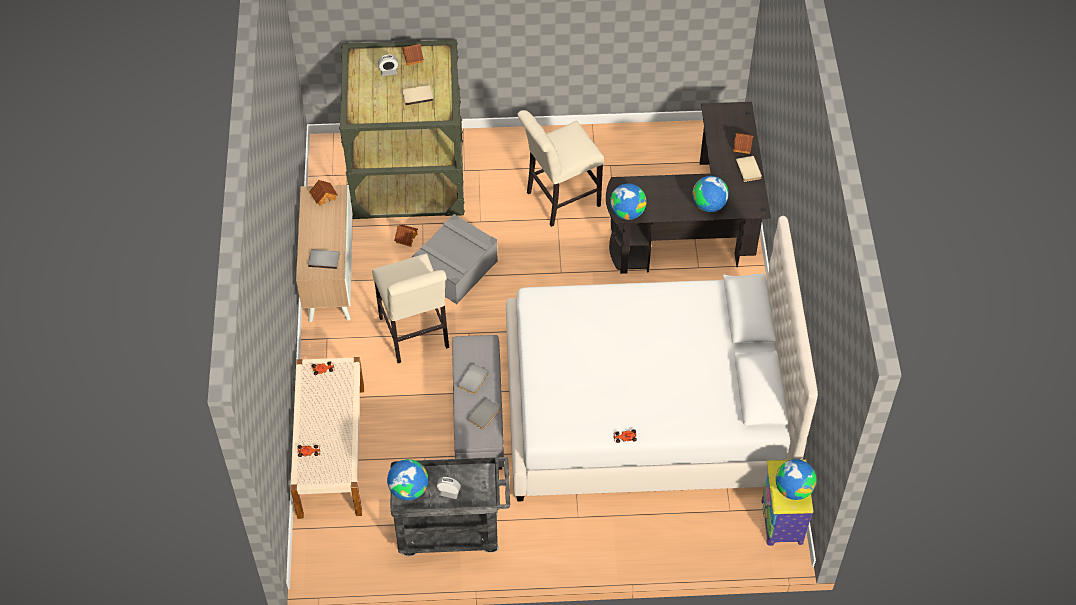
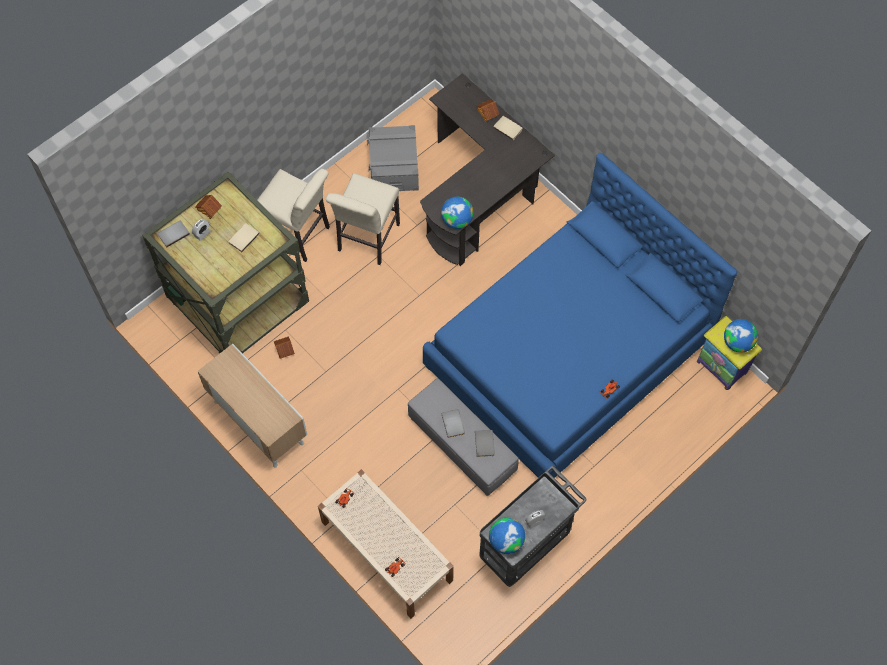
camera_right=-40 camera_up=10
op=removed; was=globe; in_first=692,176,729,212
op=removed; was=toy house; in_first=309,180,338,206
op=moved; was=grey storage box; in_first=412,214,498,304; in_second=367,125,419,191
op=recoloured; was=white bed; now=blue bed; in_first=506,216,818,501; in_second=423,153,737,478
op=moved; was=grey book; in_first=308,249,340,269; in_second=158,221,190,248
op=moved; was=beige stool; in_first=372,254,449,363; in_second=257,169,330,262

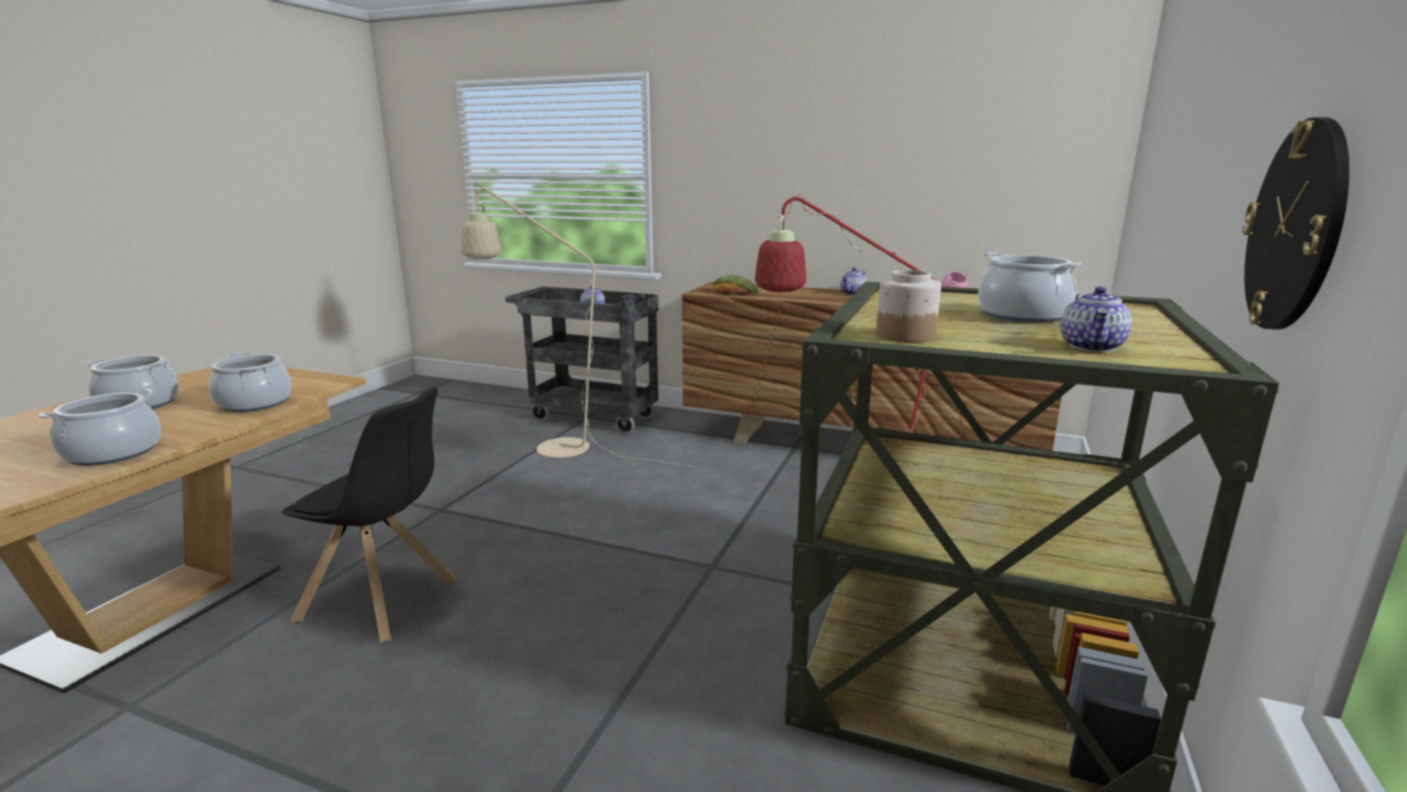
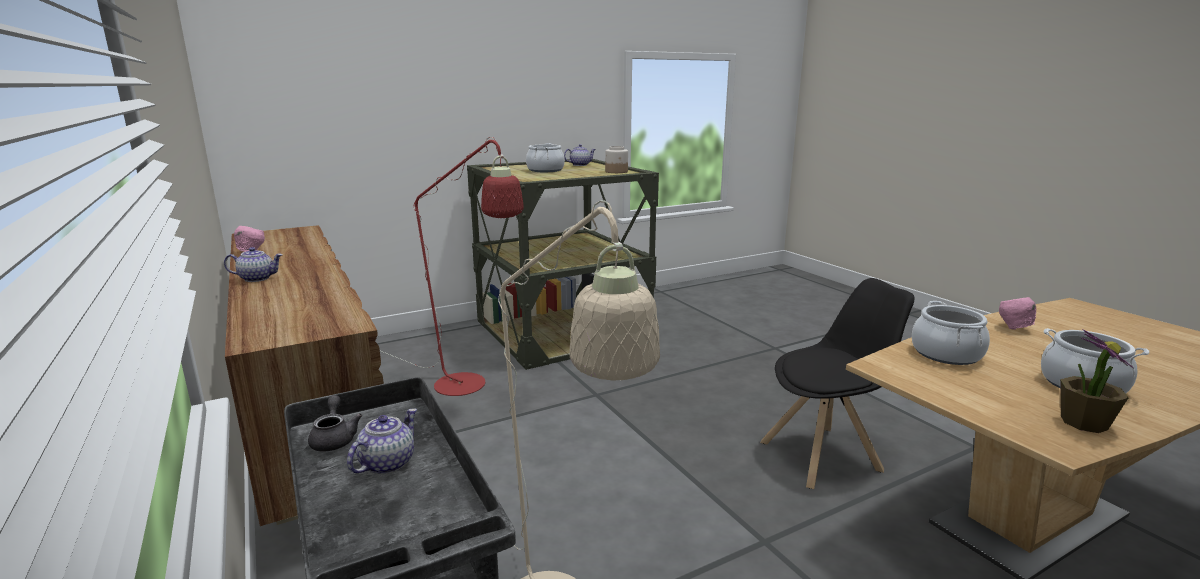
camera_right=-140 camera_up=0
op=removed; was=wall clock; in_first=1242,117,1350,330
op=removed; was=bread; in_first=713,274,759,295
op=turned; was=black chair; in_first=282,387,457,643; in_second=760,278,915,489; clockwise=105
op=replaced; was=cooking pot; now=pink bowl; in_first=38,389,161,466; in_second=999,297,1036,330
op=added; now=potted plant; in_second=1060,329,1133,433

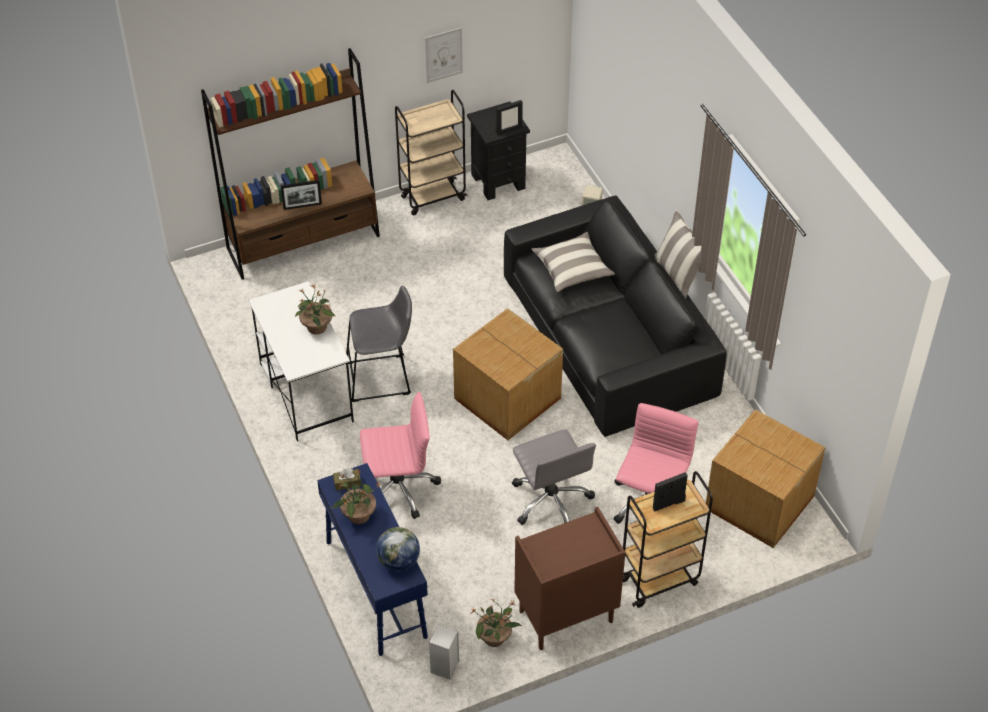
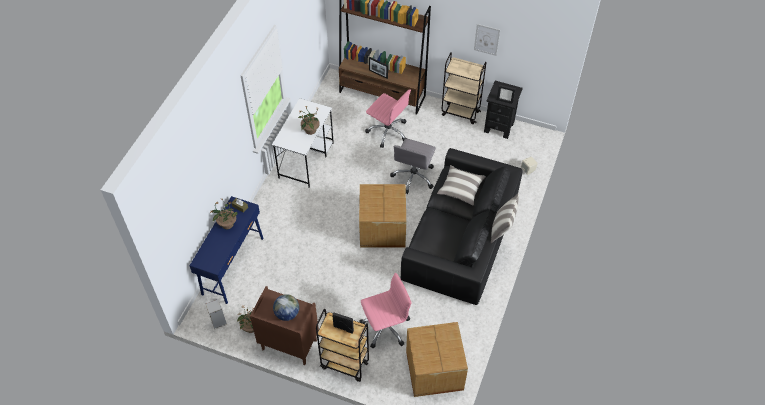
camera_right=45 camera_up=5
op=removed; was=grey stool; in_first=346,286,412,402
op=moved; was=pink office chair; in_first=360,392,441,519; in_second=365,90,411,148
op=moved; was=grey office chair; in_first=512,429,596,525; in_second=390,139,436,194
op=moved; was=globe; in_first=376,527,420,571; in_second=273,294,299,321

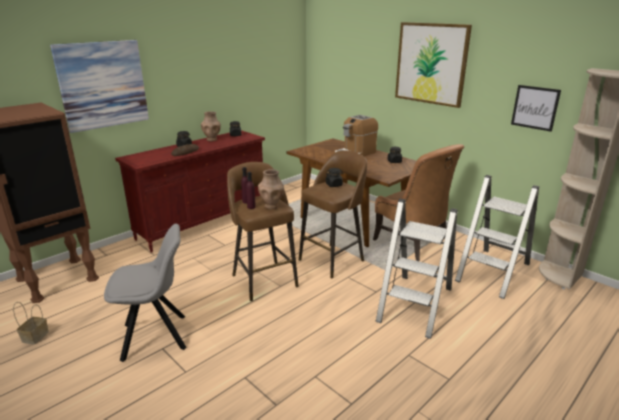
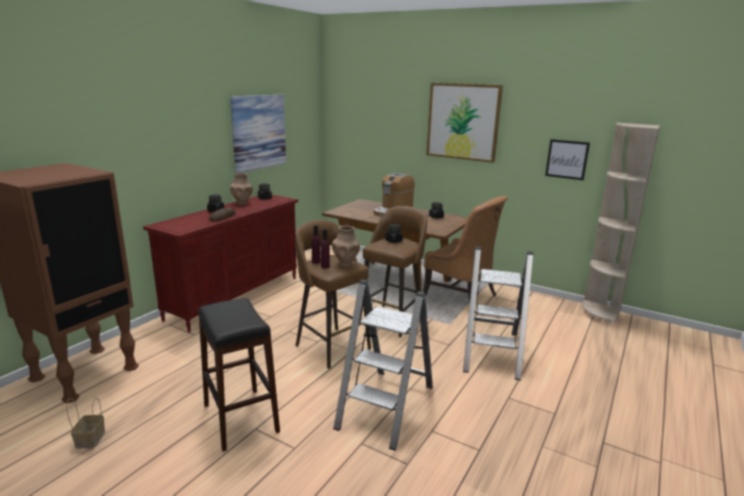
camera_right=-15 camera_up=-5
op=moved; was=picture; in_first=50,40,149,133; in_second=230,94,286,173
op=moved; was=grey step ladder; in_first=455,175,539,299; in_second=333,279,433,451
op=replaced; was=grey chair; now=black stool; in_first=104,224,187,362; in_second=198,298,280,452

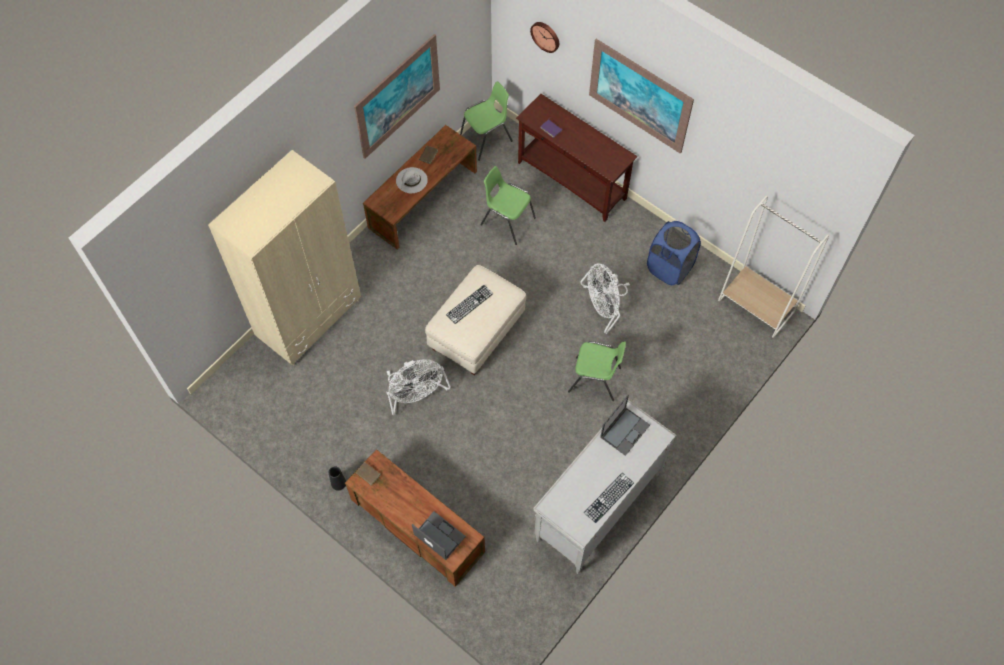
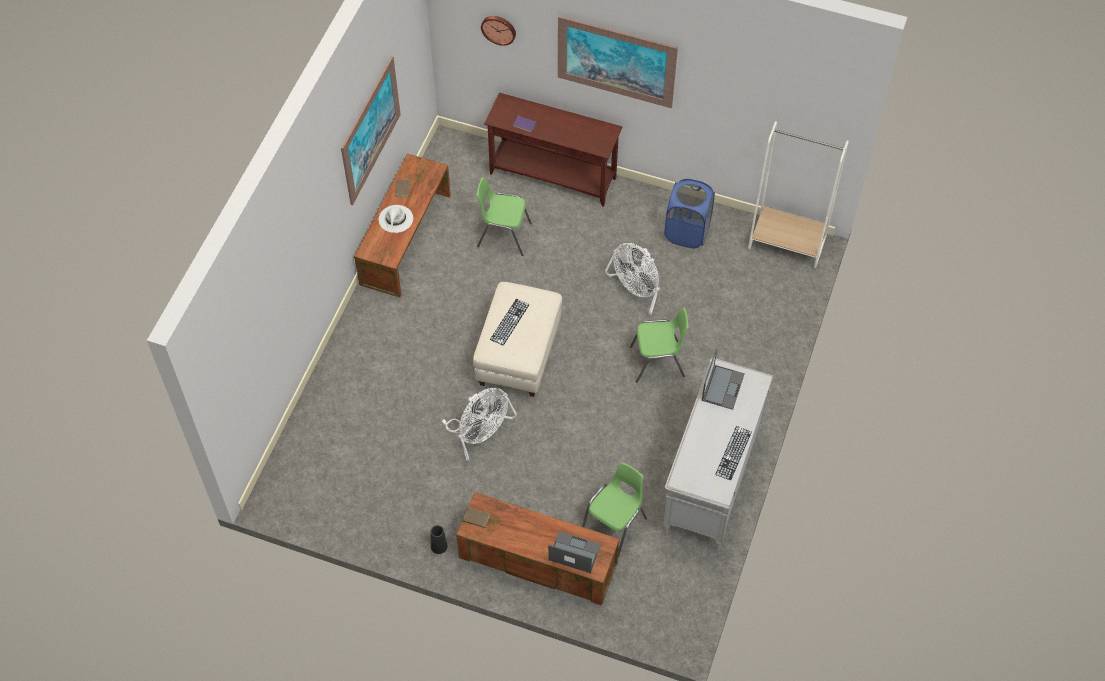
camera_right=-20 camera_up=-5
op=moved; was=green chair; in_first=460,81,513,161; in_second=582,462,647,557
op=removed; was=beige wardrobe; in_first=208,150,361,365

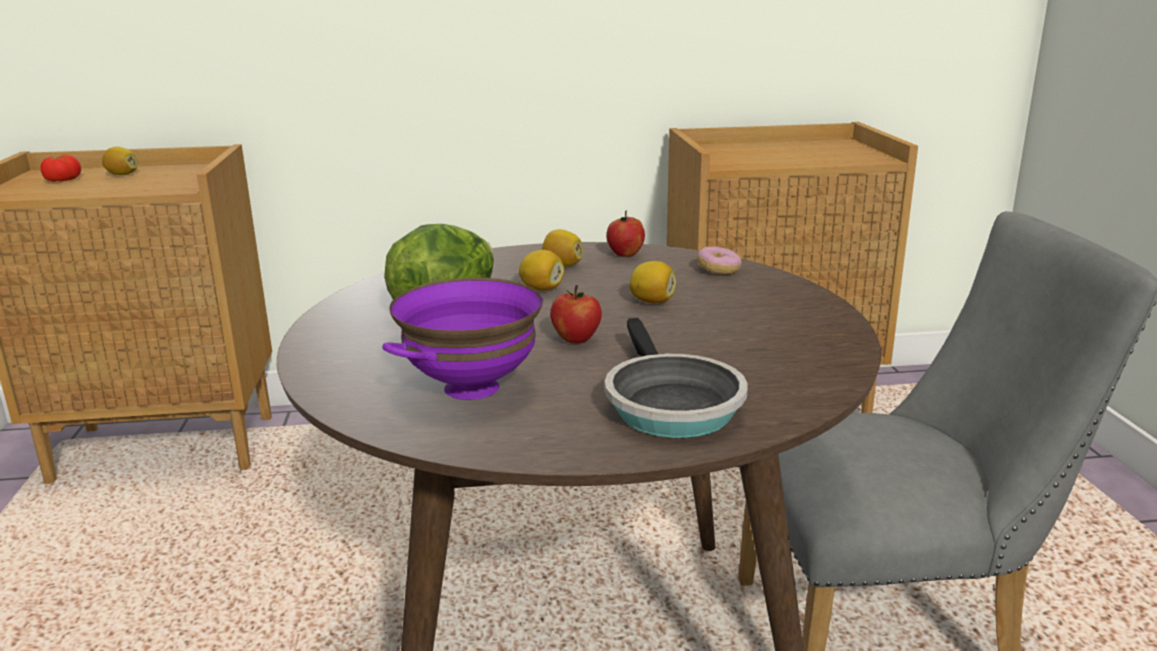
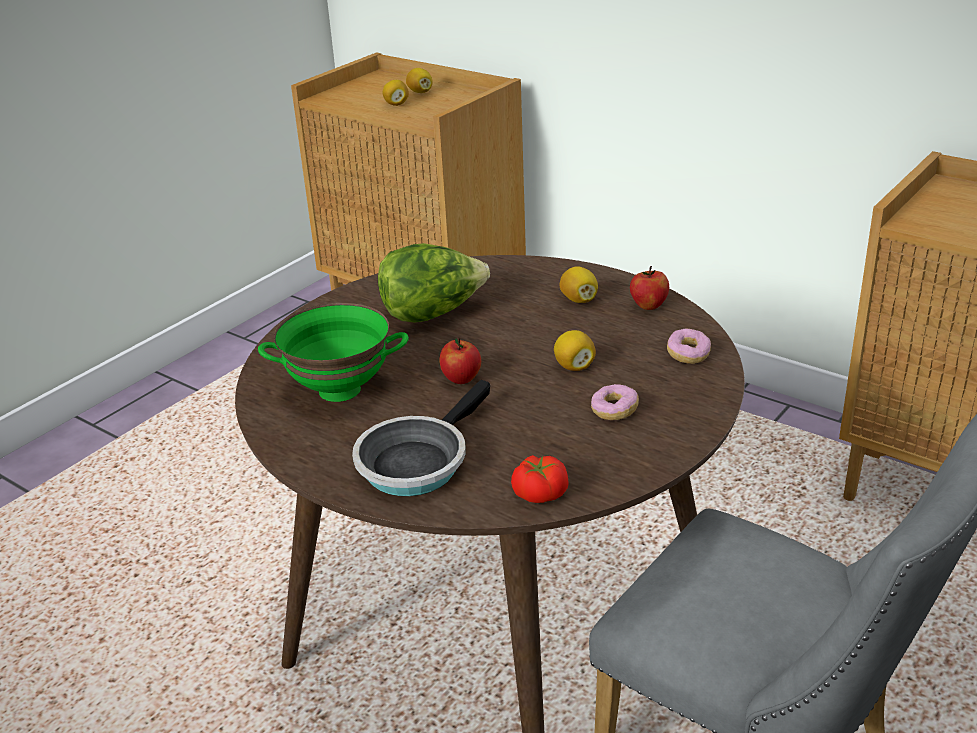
camera_right=45 camera_up=10
op=moved; was=tomato; in_first=40,155,81,182; in_second=511,455,569,503
op=moved; was=lemon; in_first=519,250,564,290; in_second=383,80,409,106
op=recoloured; was=purple bowl; now=green bowl; in_first=382,278,543,400; in_second=258,303,409,402
op=added; now=donut; in_second=591,384,639,420

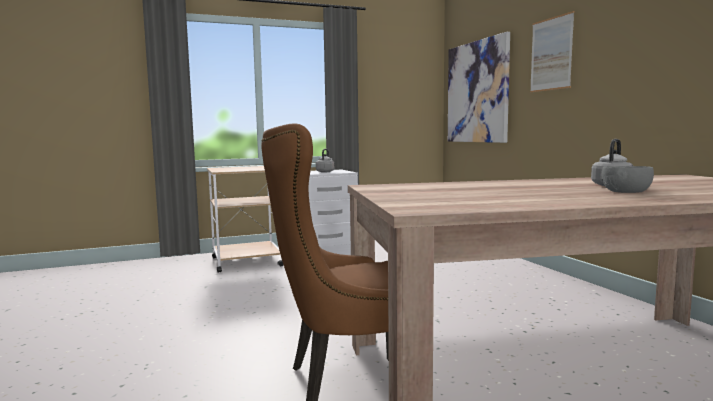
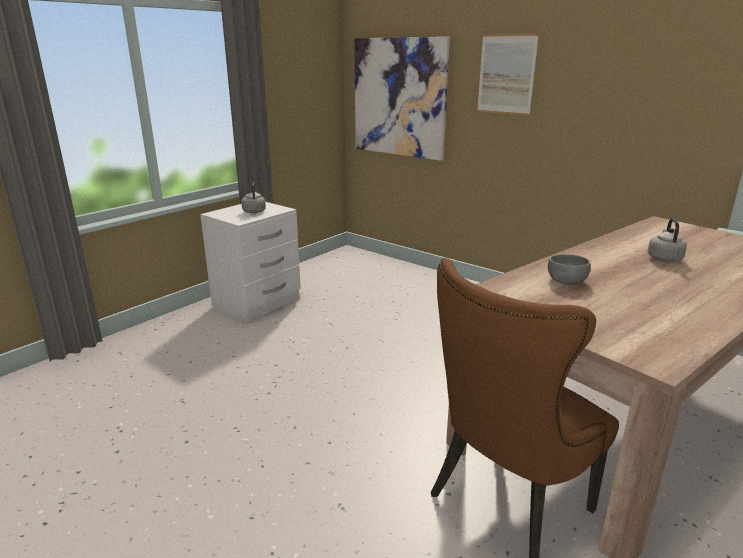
camera_right=-30 camera_up=15
op=removed; was=beige cart; in_first=207,166,283,272
op=moved; was=grey bowl; in_first=602,166,654,193; in_second=548,254,591,285

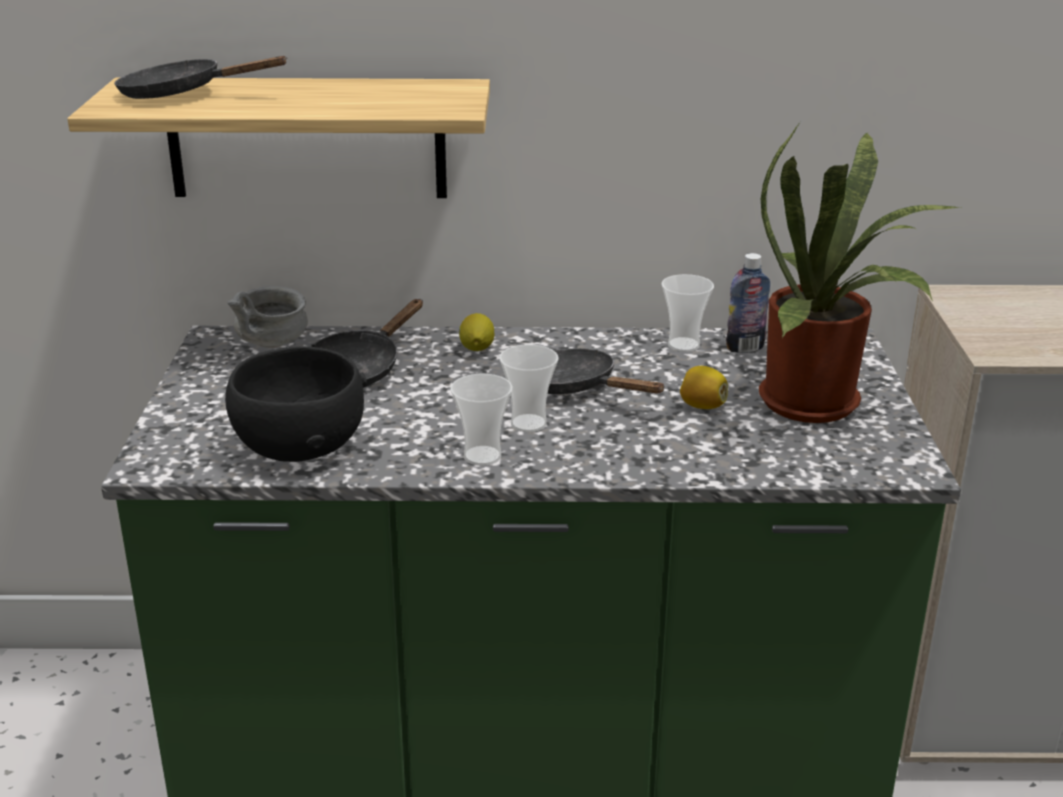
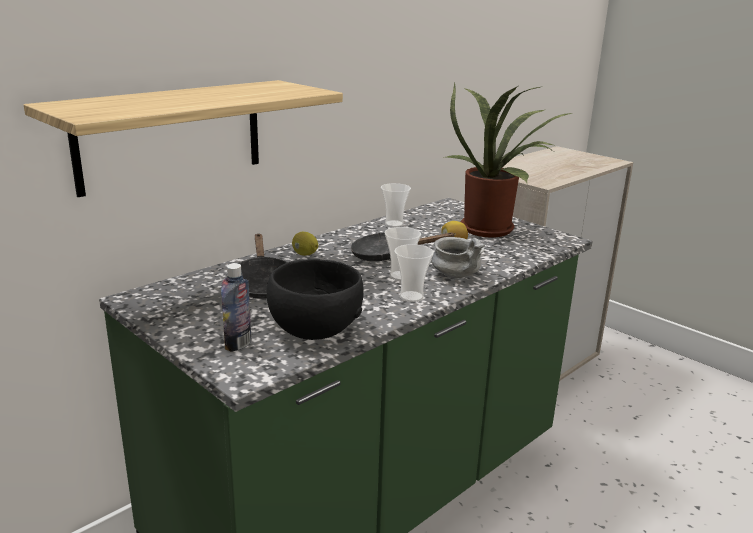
camera_right=-45 camera_up=-5
op=removed; was=black frying pan; in_first=114,56,288,99
op=moved; was=bottle; in_first=726,253,770,353; in_second=221,263,251,352
op=moved; was=grey bowl; in_first=227,286,308,348; in_second=431,237,485,279

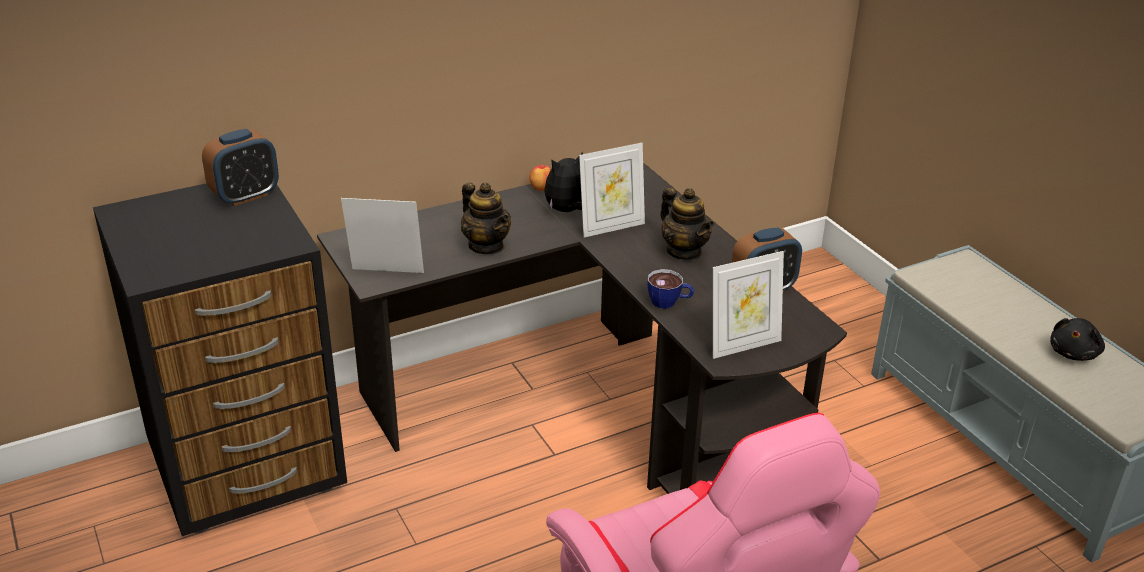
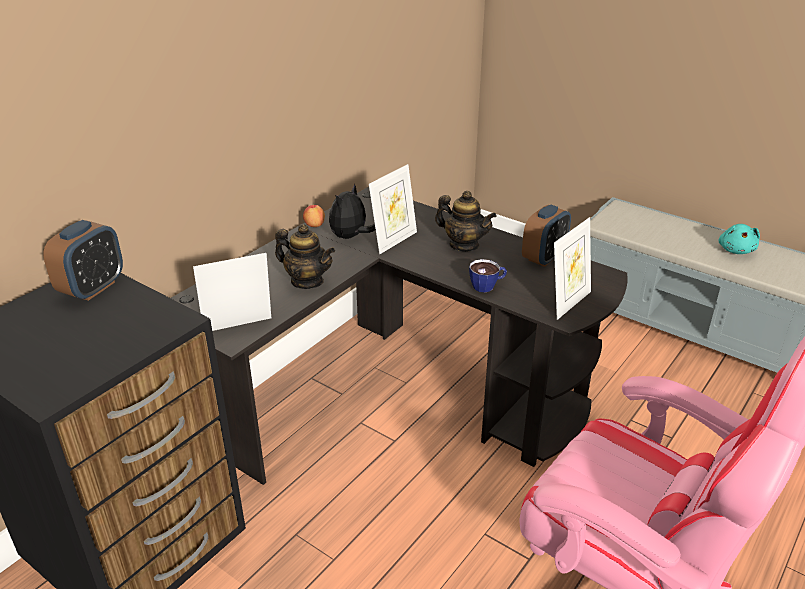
camera_right=-25 camera_up=0
op=recoloured; was=black plush toy; now=turquoise plush toy; in_first=1050,318,1105,361; in_second=718,224,760,254

